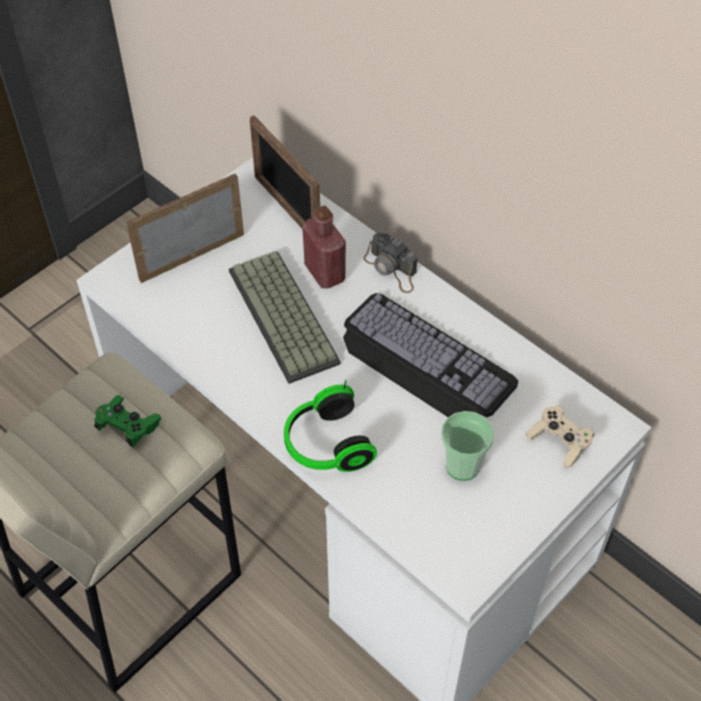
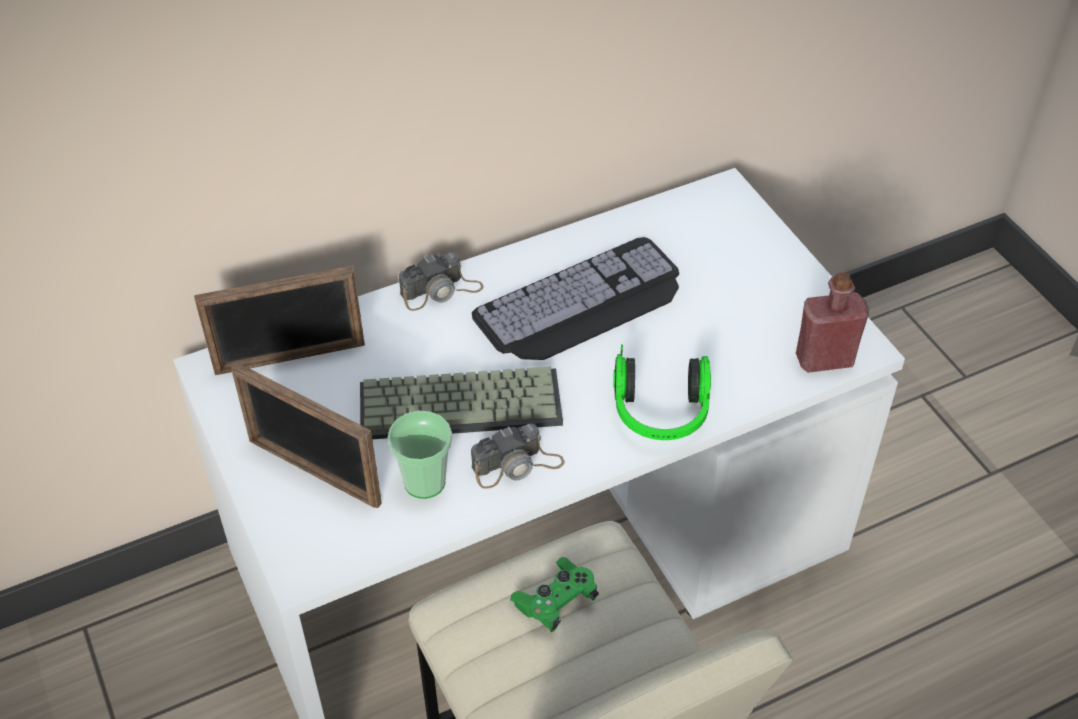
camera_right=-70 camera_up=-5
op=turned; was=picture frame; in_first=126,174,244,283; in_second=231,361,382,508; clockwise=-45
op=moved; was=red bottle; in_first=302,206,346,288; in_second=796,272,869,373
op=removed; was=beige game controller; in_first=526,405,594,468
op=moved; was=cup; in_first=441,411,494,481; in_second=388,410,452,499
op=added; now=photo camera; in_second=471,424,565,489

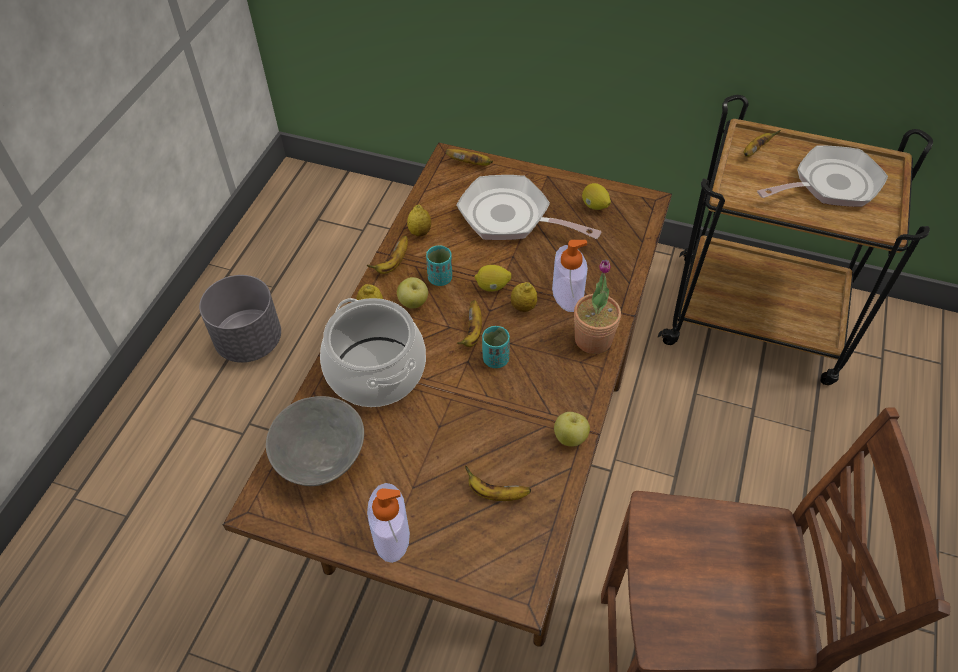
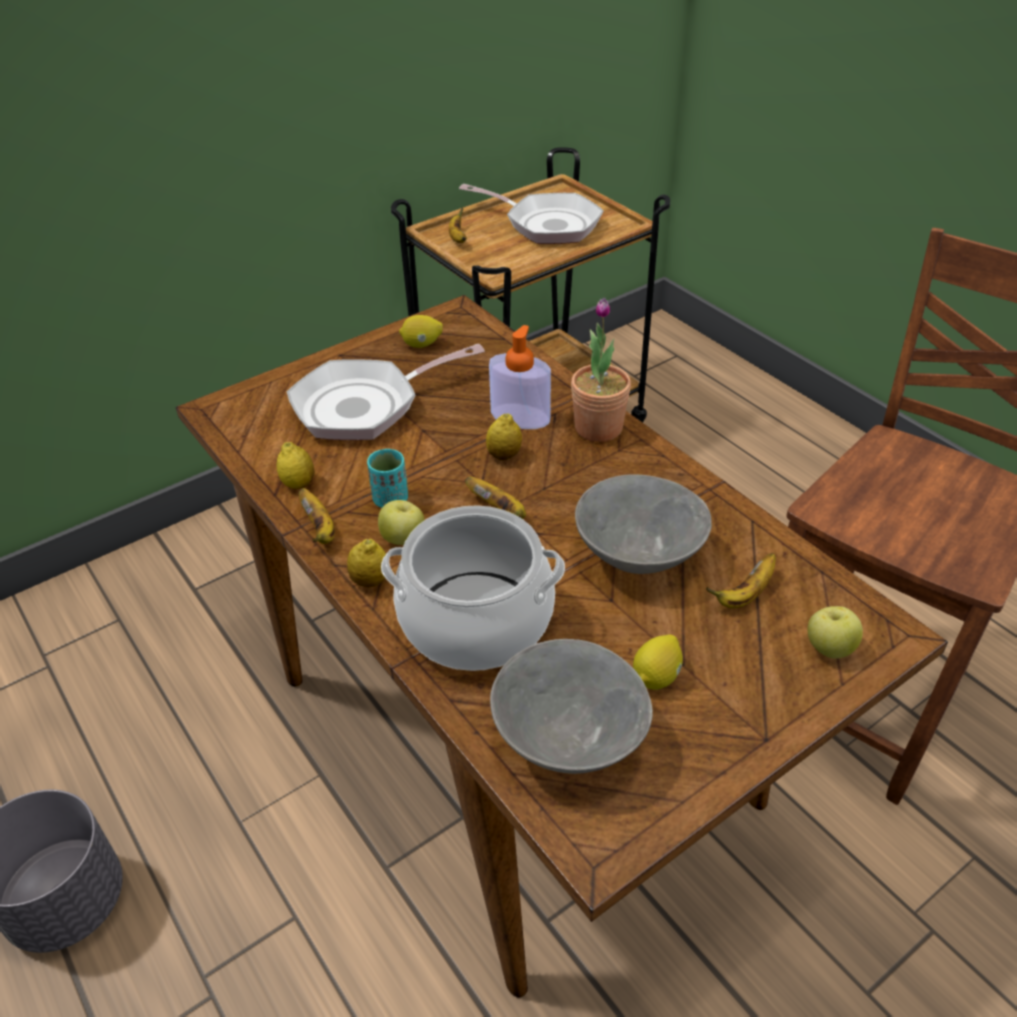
camera_right=-55 camera_up=-10
op=turned; was=frying pan; in_first=757,146,888,207; in_second=459,184,604,244; clockwise=105
op=removed; was=banana; in_first=445,149,493,166
op=moved; was=lemon; in_first=475,265,511,292; in_second=633,635,683,690
op=removed; was=turquoise cup; in_first=482,326,510,368
op=moved; was=apple; in_first=554,412,590,447; in_second=808,606,863,659
op=removed; was=soap dispenser; in_first=367,483,410,563
op=added; now=grey bowl; in_second=575,474,712,574

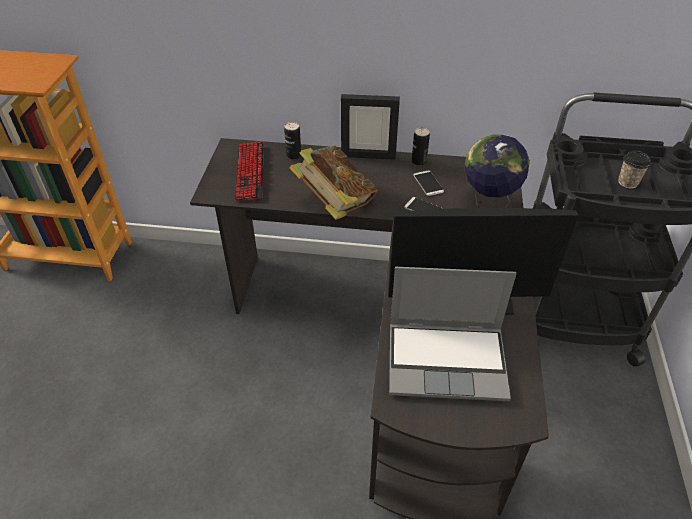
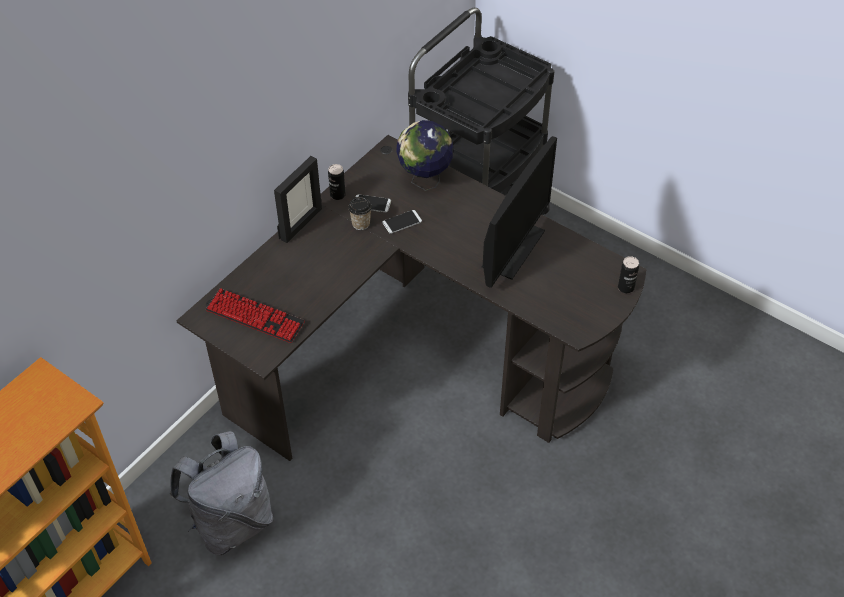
camera_right=-60 camera_up=5
op=moved; was=can; in_first=284,122,301,160; in_second=618,256,639,293
op=removed; was=book; in_first=290,145,377,220
op=moved; was=cup; in_first=618,150,651,188; in_second=348,197,372,230
op=removed; was=laptop; in_first=389,267,517,401
op=added; now=grey backpack; in_second=170,431,273,555

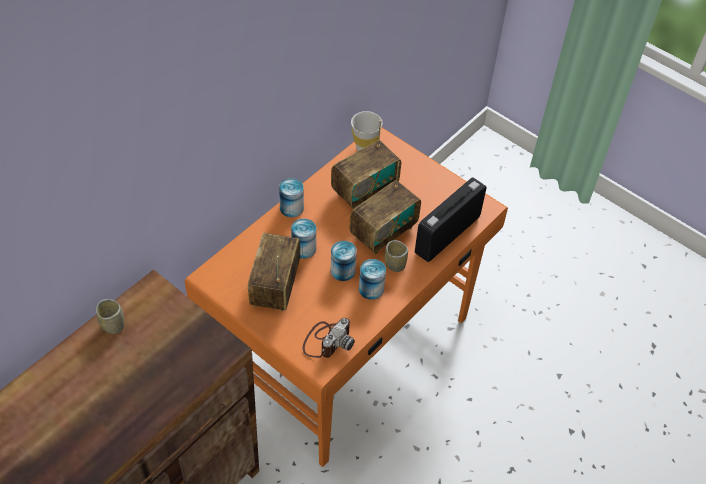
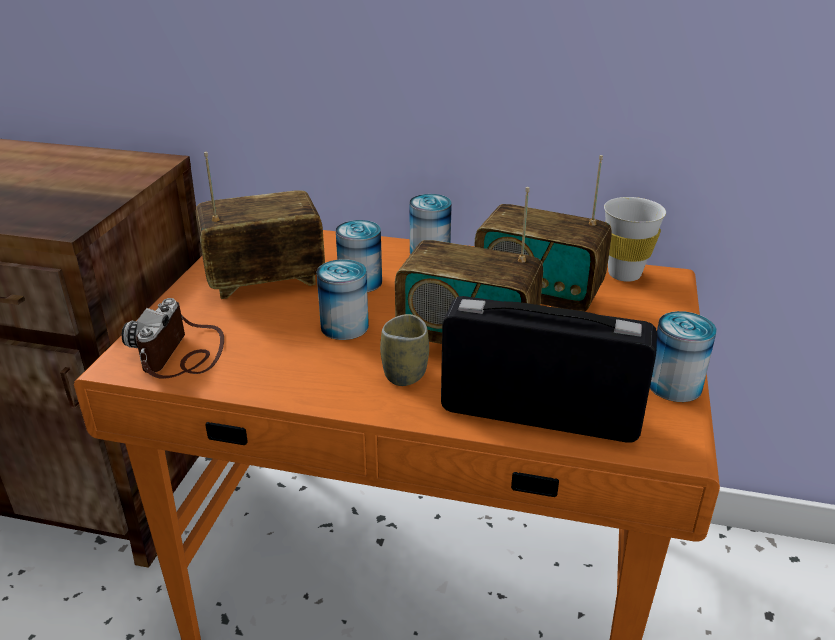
camera_right=65 camera_up=-20
op=moved; was=can; in_first=359,259,386,300; in_second=650,311,717,402
op=removed; was=cup; in_first=96,299,124,334
op=turned; was=photo camera; in_first=303,318,355,358; in_second=122,298,224,378; clockwise=90

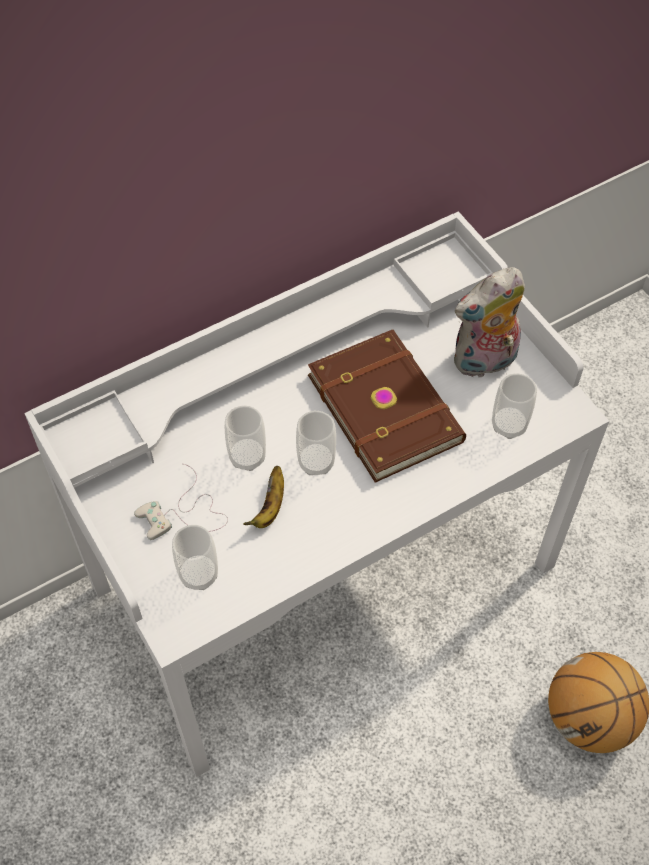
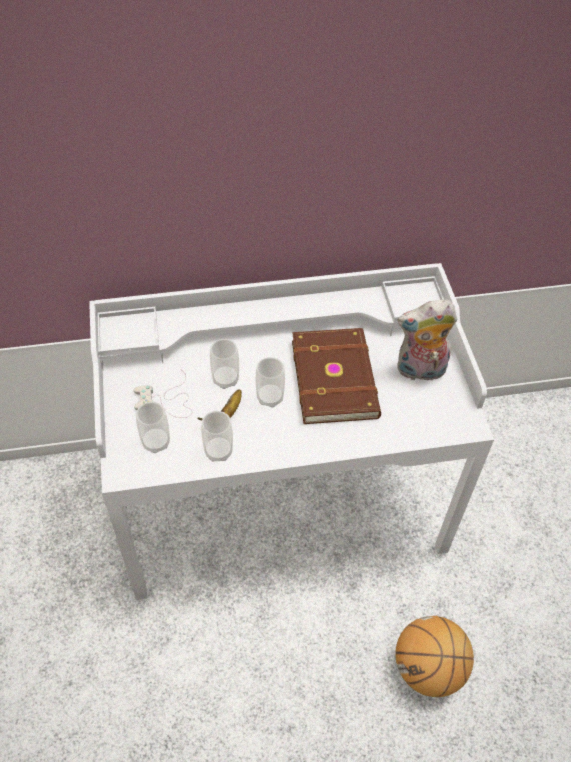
camera_right=20 camera_up=-5
op=moved; was=cup; in_first=492,373,537,439; in_second=201,411,233,462

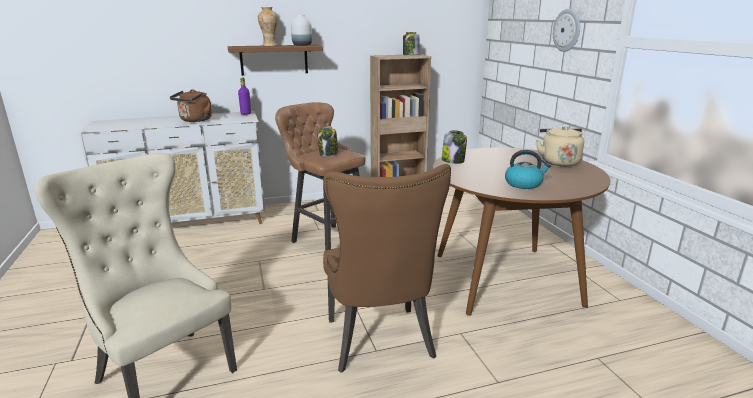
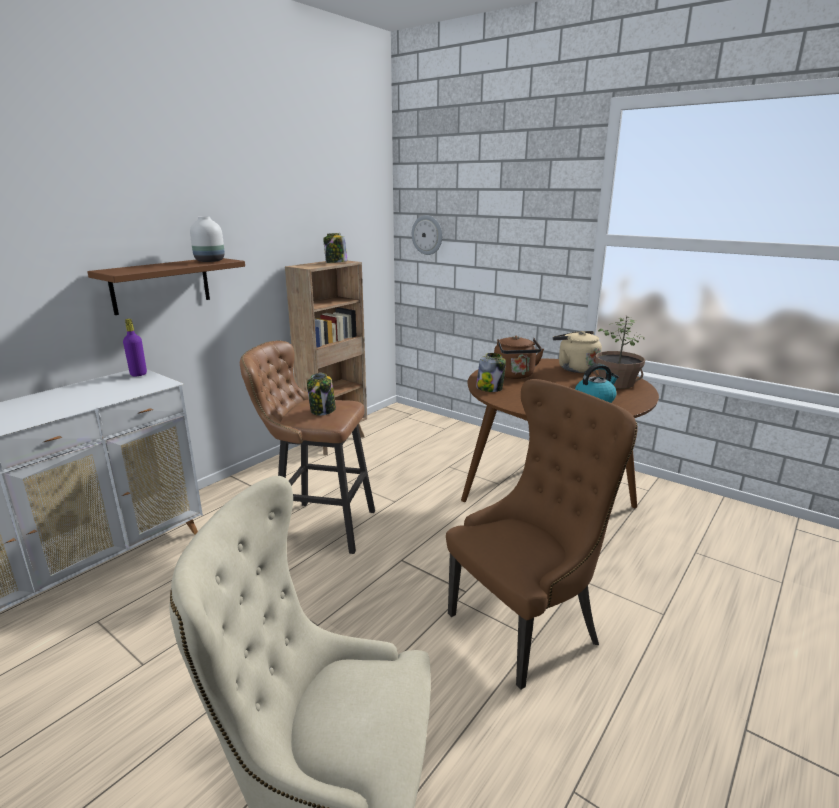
camera_right=-35 camera_up=0
op=removed; was=vase; in_first=258,7,278,46
op=moved; was=wall clock; in_first=553,9,580,52; in_second=412,215,442,255
op=moved; was=brown kettle; in_first=170,90,212,122; in_second=494,336,544,379
op=turned; was=brown chair; in_first=323,164,451,373; in_second=446,379,638,690; clockwise=-75
op=added; now=potted plant; in_second=593,315,645,389

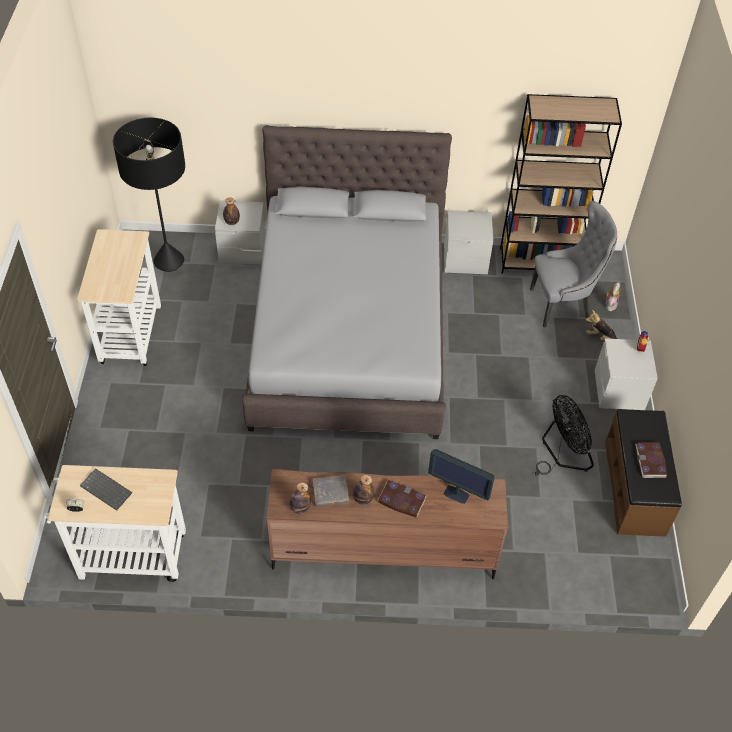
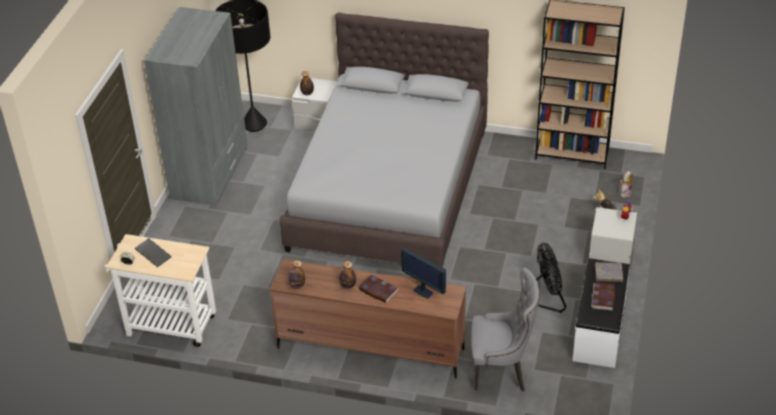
camera_right=15 camera_up=-10
op=moved; was=grey chair; in_first=530,201,617,327; in_second=471,267,540,391
op=removed; was=white nightstand; in_first=444,210,493,274
op=replaced; was=white cart; now=grey wardrobe; in_first=77,229,161,366; in_second=144,7,248,206
op=recoloured; was=brown bench; now=white bench; in_first=605,409,682,537; in_second=572,258,630,368
op=moved; was=grey book; in_first=312,475,349,507; in_second=595,262,623,282

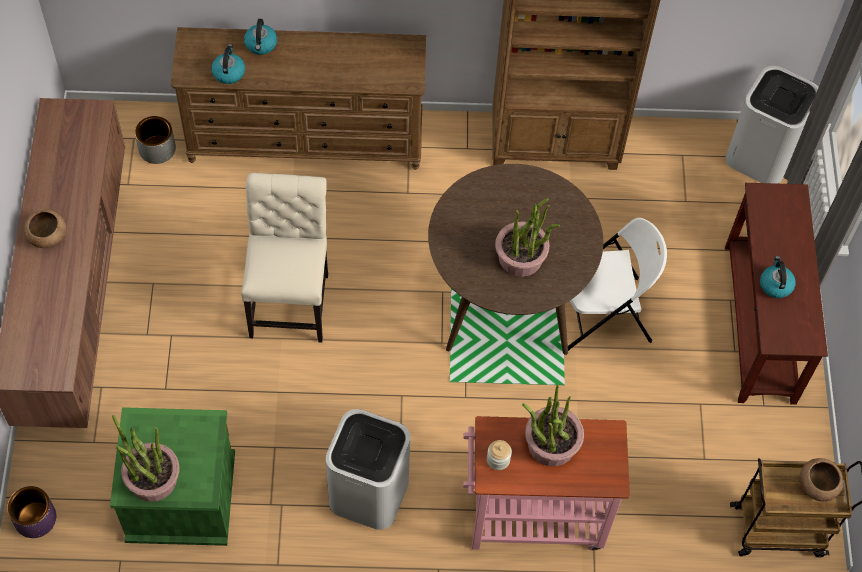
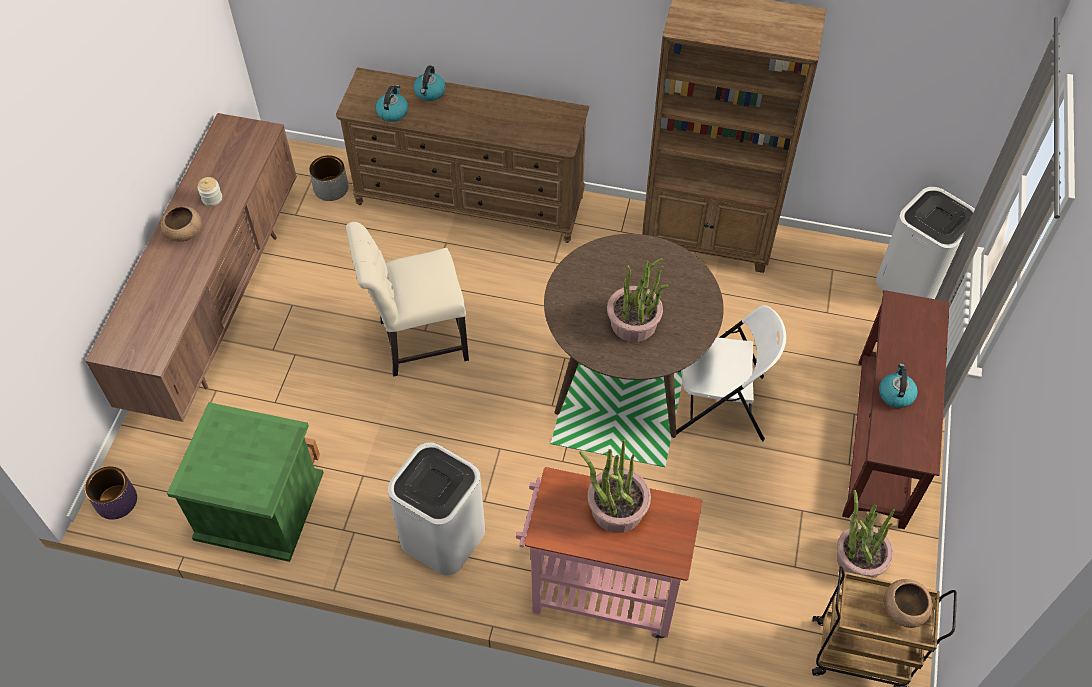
camera_right=15 camera_up=-5
op=turned; was=beige chair; in_first=241,173,328,343; in_second=346,222,469,377; clockwise=-120
op=moved; was=potted plant; in_first=112,415,180,502; in_second=837,490,895,578
op=moved; was=jar; in_first=487,440,512,470; in_second=198,177,222,206

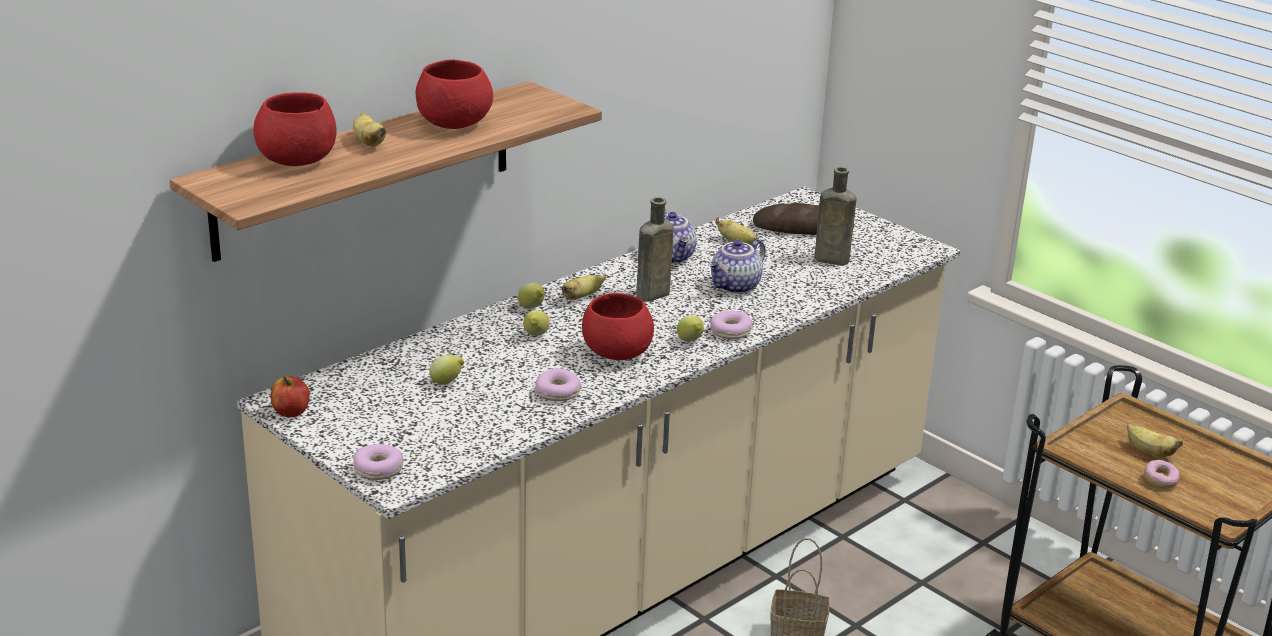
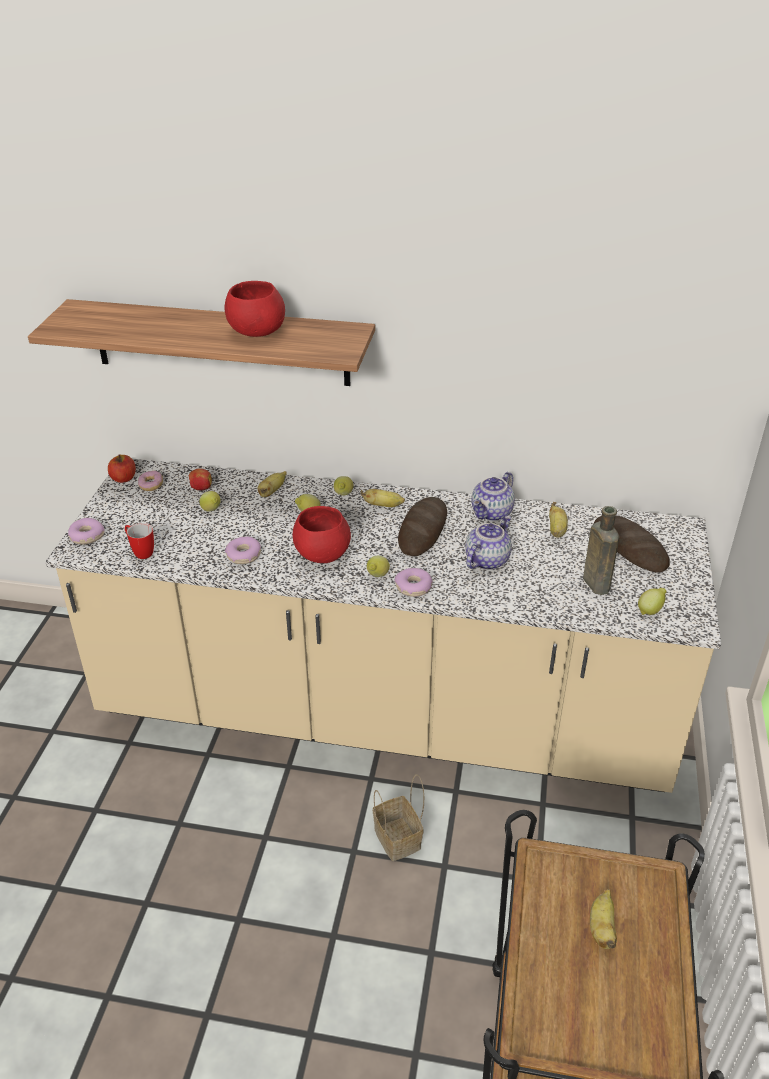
camera_right=55 camera_up=10
op=removed; was=red bowl; in_first=253,92,337,166
op=moved; was=banana; in_first=353,113,386,146; in_second=258,471,287,497
op=replaced; was=brown bottle; now=bread; in_first=636,197,674,302; in_second=398,497,447,556
op=turned; was=teapot; in_first=708,239,766,294; in_second=465,516,512,570; clockwise=120
op=moved; was=donut; in_first=1144,460,1180,489; in_second=138,471,163,491
op=added; now=apple; in_second=189,468,212,490
op=added; now=mug; in_second=125,523,154,559
op=added; now=lemon; in_second=638,588,667,615

